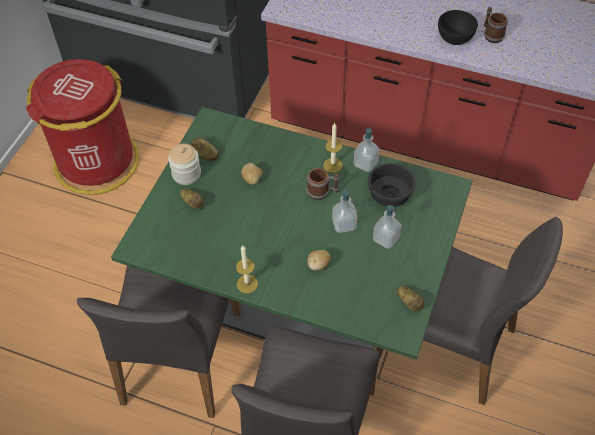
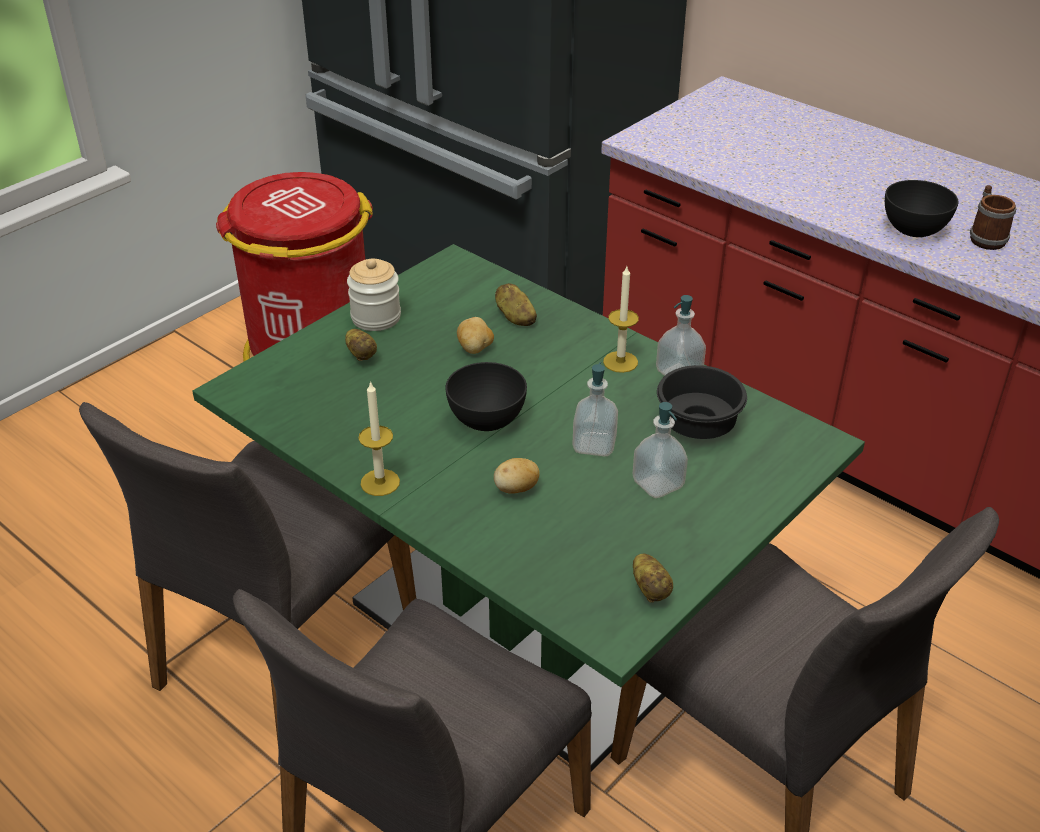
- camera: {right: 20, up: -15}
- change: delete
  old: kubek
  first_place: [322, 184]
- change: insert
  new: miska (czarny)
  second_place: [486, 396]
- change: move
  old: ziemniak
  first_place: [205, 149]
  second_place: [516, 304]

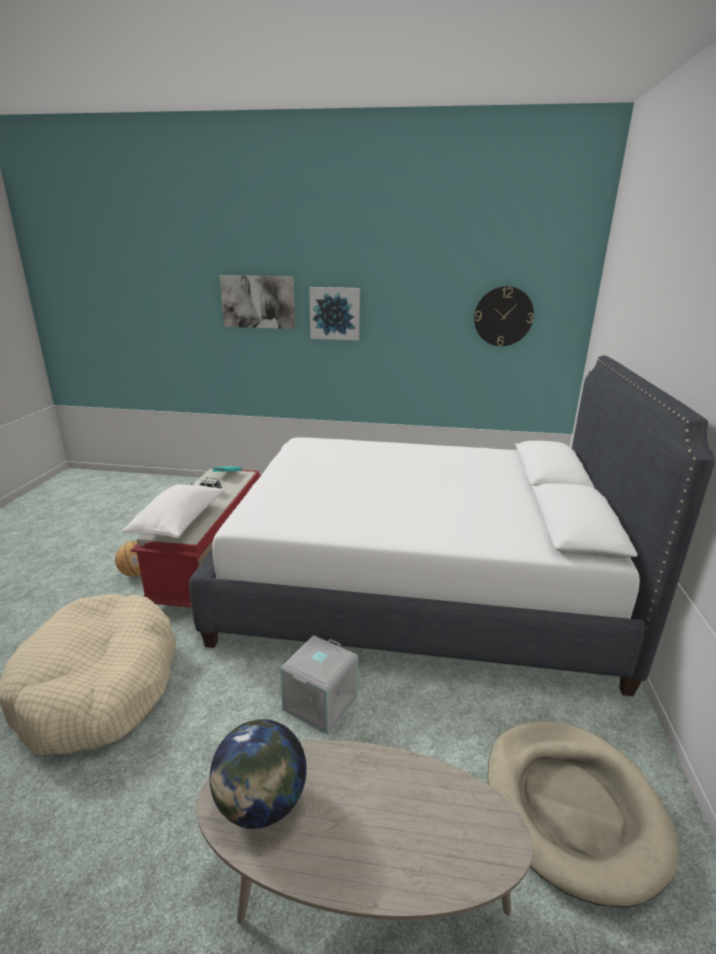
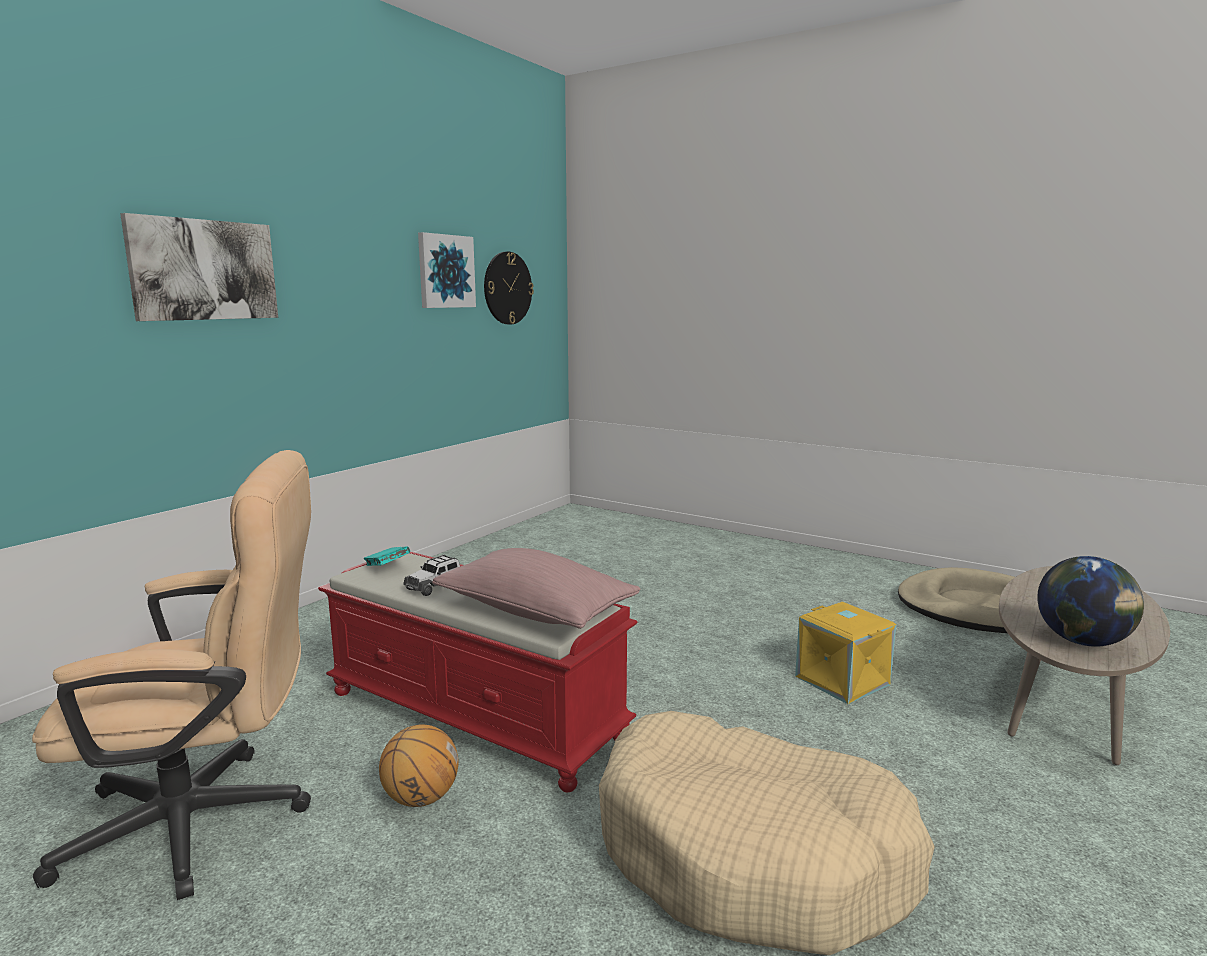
- camera: {right: -65, up: -10}
- change: delete
  old: łóżko (biały)
  first_place: [452, 525]
- change: insert
  new: krzesło biurowe (beżowy)
  second_place: [171, 675]
- change: move
  old: obraz
  first_place: [334, 313]
  second_place: [447, 270]
- change: recolor
  old: poduszka (biały)
  new: poduszka (różowy)
  first_place: [173, 511]
  second_place: [536, 588]
- change: recolor
  old: pojemnik do przechowywania (szary)
  new: pojemnik do przechowywania (żółty)
  first_place: [319, 685]
  second_place: [845, 653]

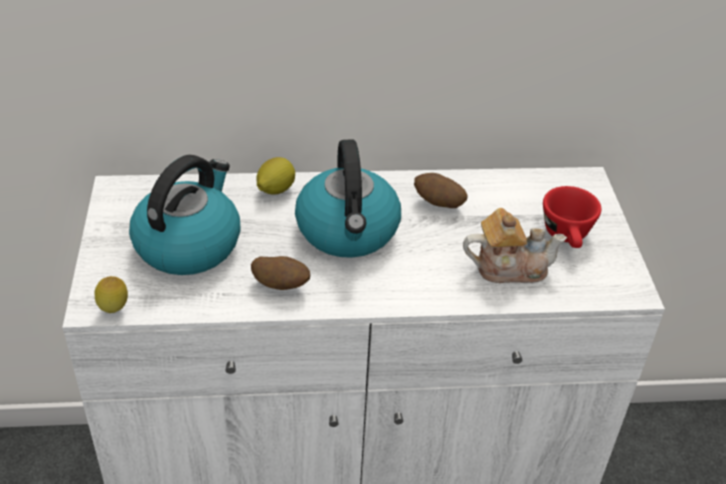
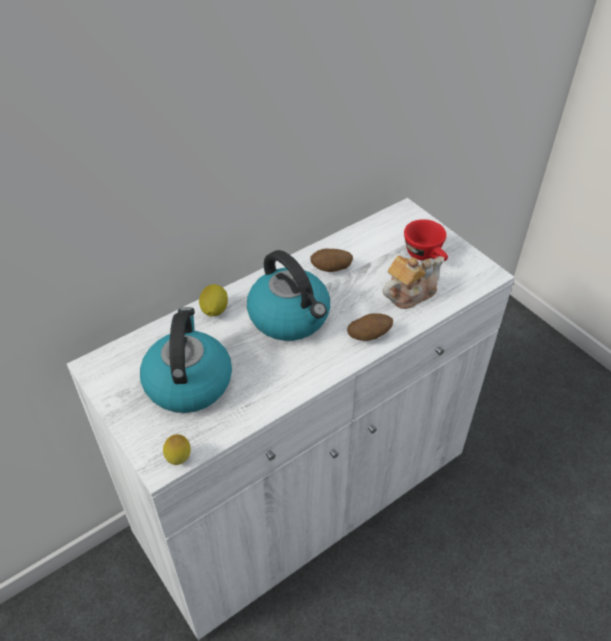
- camera: {right: -30, up: 5}
- change: move
  old: ziemniak
  first_place: [280, 273]
  second_place: [370, 327]

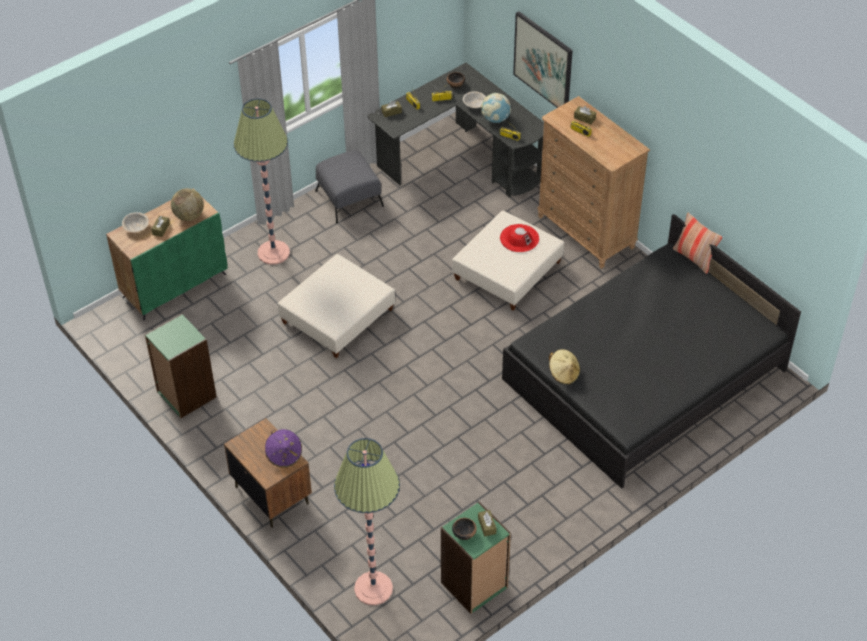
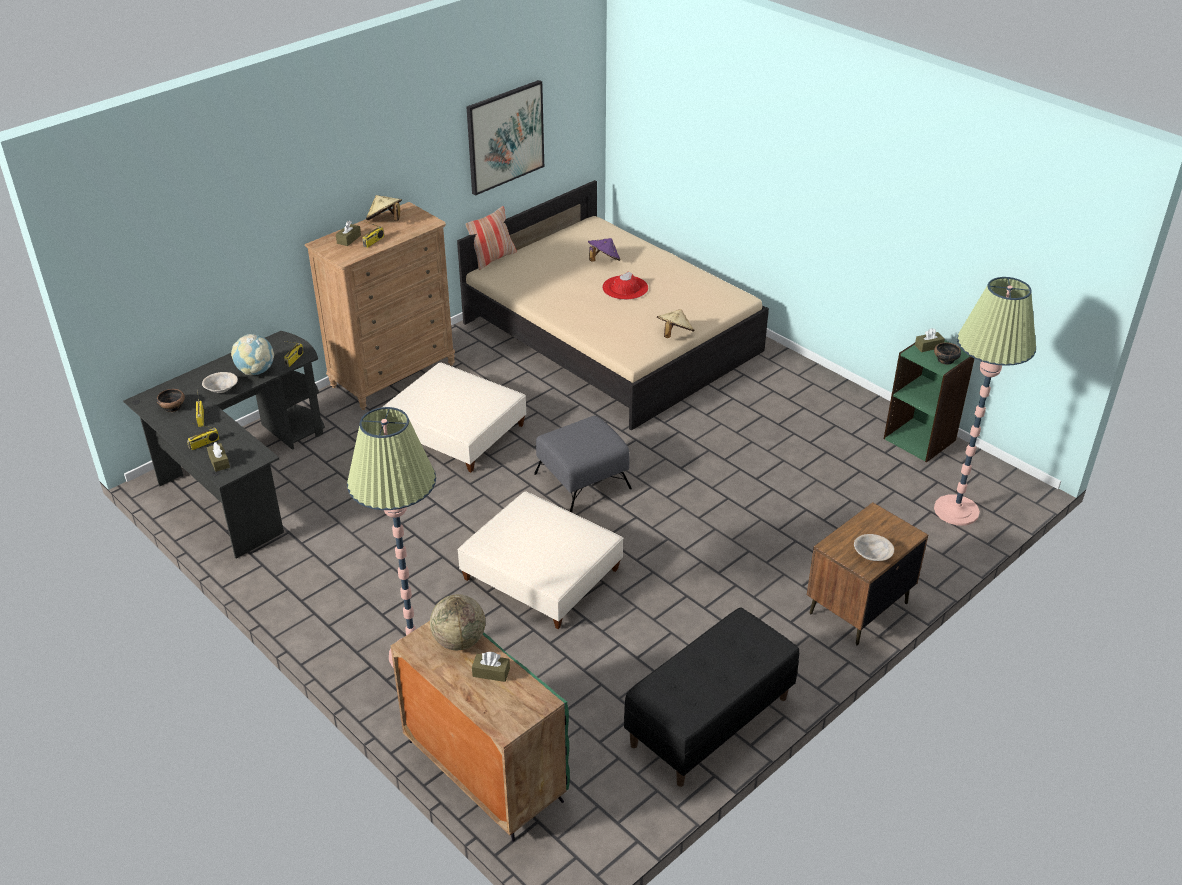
- camera: {right: -95, up: -10}
- change: insert
  new: kapelusz (beżowy)
  second_place: [384, 208]
- change: move
  old: miska (beżowy)
  first_place: [135, 222]
  second_place: [874, 547]
- change: move
  old: kapelusz (fioletowy)
  first_place: [283, 448]
  second_place: [604, 250]
- change: move
  old: pufa (szary)
  first_place: [349, 186]
  second_place: [583, 464]
- change: move
  old: kapelusz (czerwony)
  first_place: [519, 238]
  second_place: [625, 286]
- change: move
  old: obraz
  first_place: [543, 59]
  second_place: [505, 138]
- change: replace
  old: regał (zielony)
  new: ławka (czarny)
  first_place: [181, 365]
  second_place: [711, 697]
- change: recolor
  old: łóżko (czarny)
  new: łóżko (beżowy)
  first_place: [651, 351]
  second_place: [613, 305]

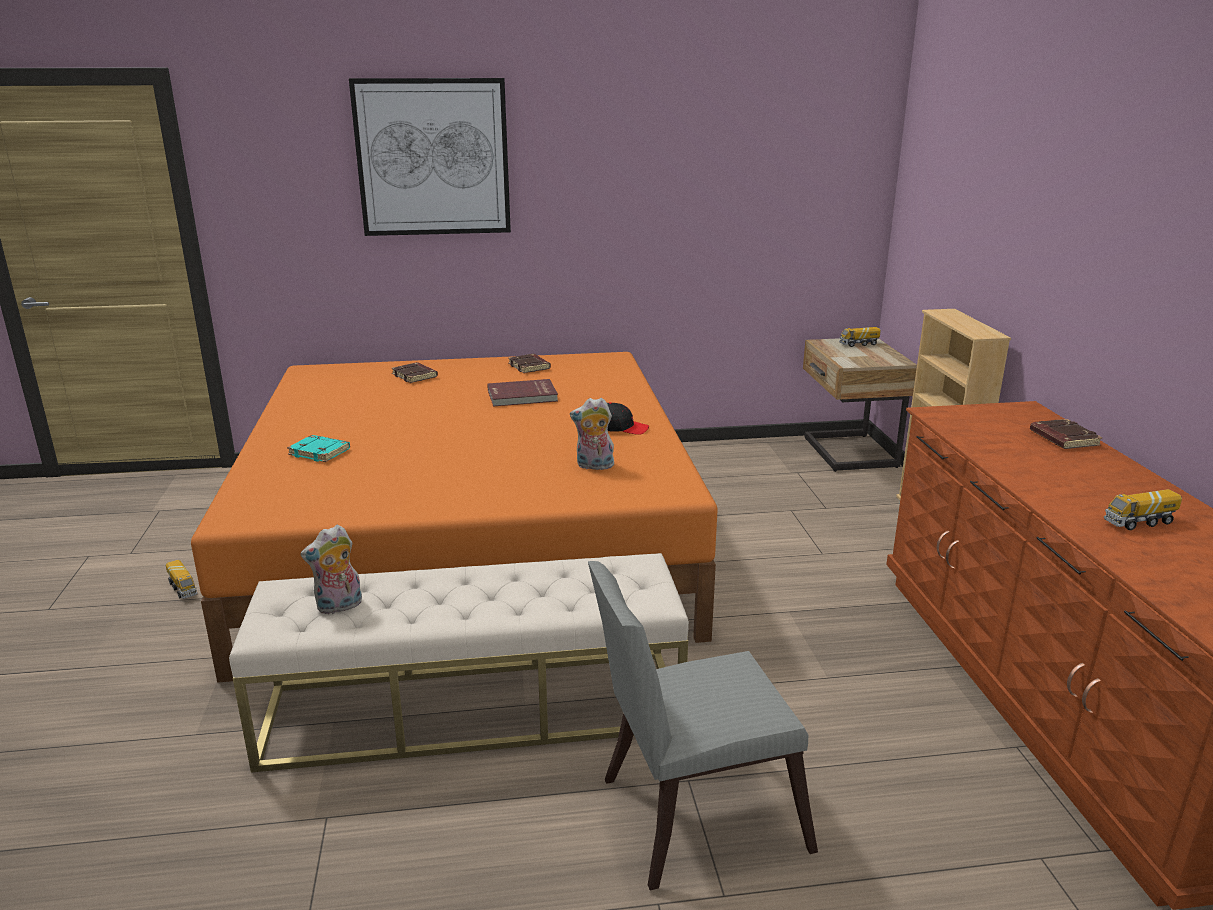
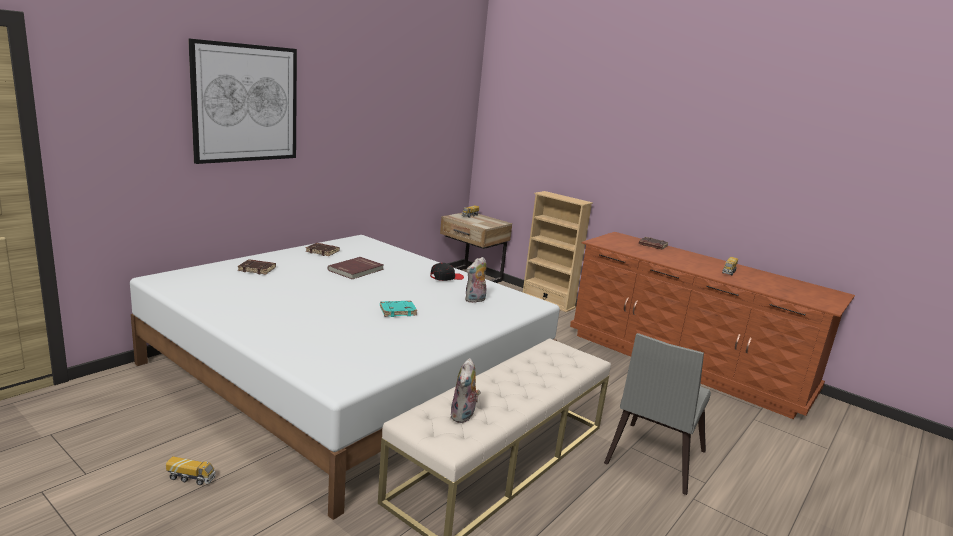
- camera: {right: -45, up: -5}
- change: move
  old: książka (turkusowy)
  first_place: [318, 448]
  second_place: [398, 309]
- change: recolor
  old: łóżko (pomarańczowy)
  new: łóżko (biały)
  first_place: [454, 517]
  second_place: [345, 377]

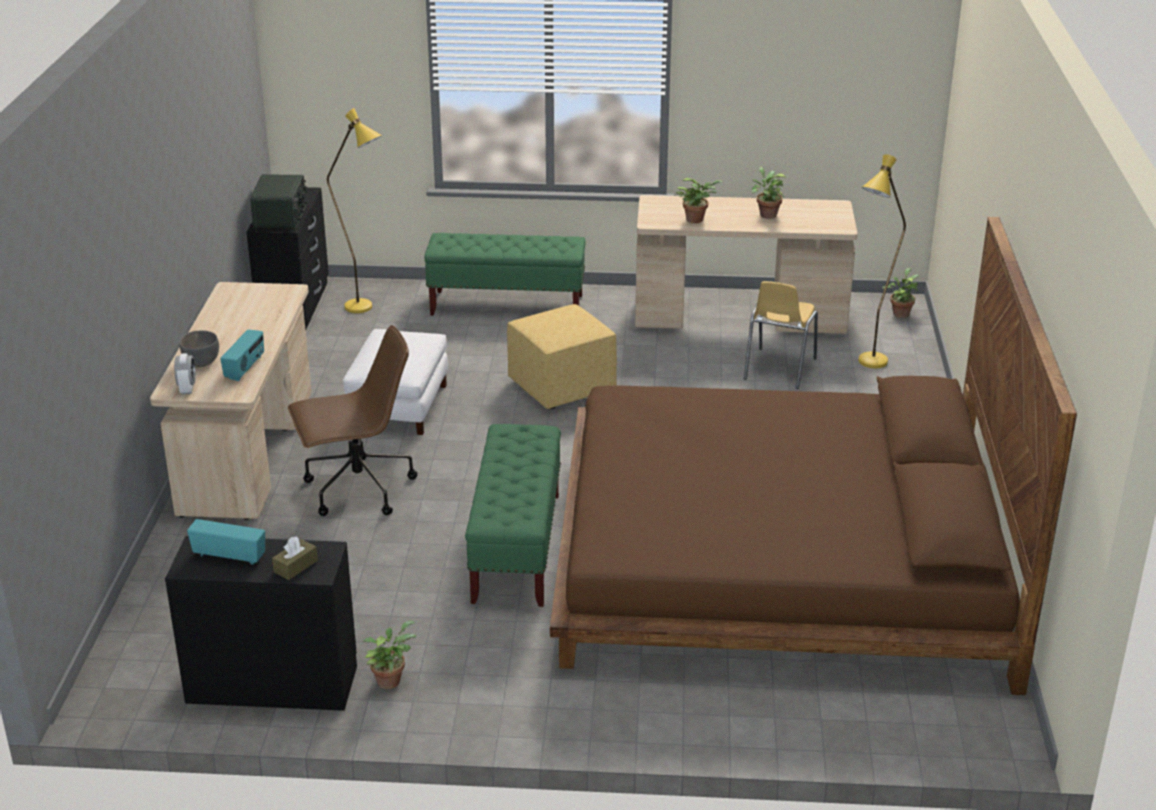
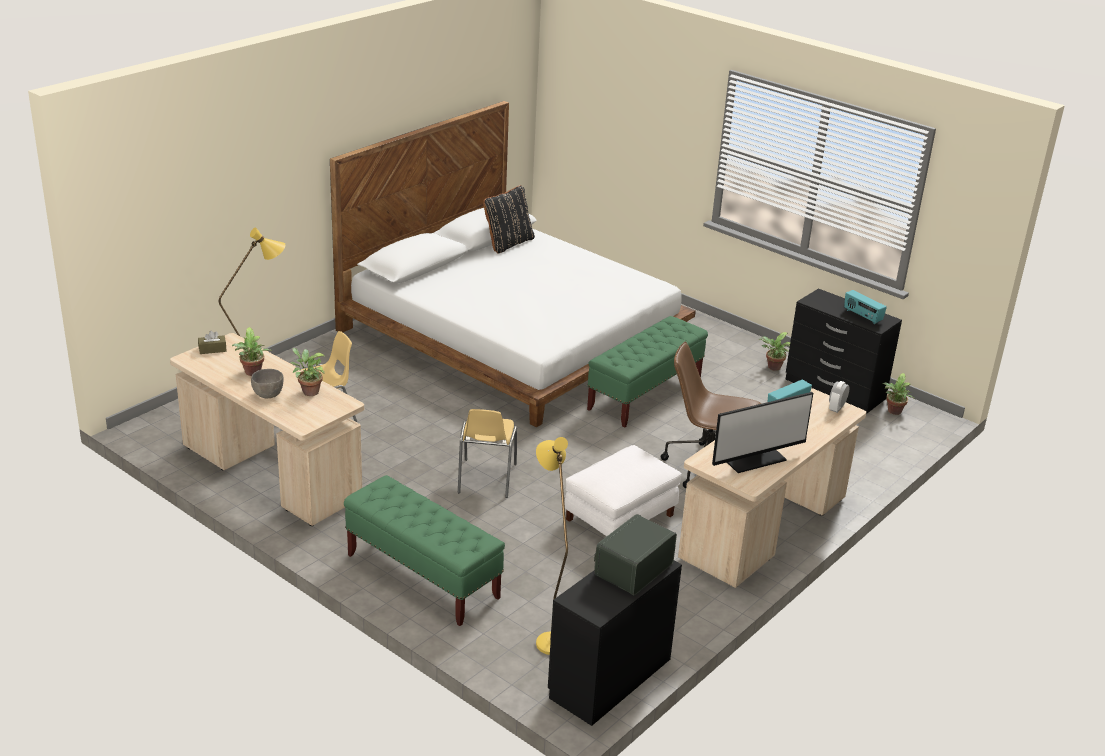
- camera: {right: -145, up: 0}
- change: insert
  new: poduszka (czarny)
  second_place: [509, 219]
- change: insert
  new: monitor
  second_place: [762, 432]
- change: move
  old: miska (szary)
  first_place: [199, 348]
  second_place: [267, 383]
- change: move
  old: pudełko chusteczek (brązowy)
  first_place: [295, 558]
  second_place: [212, 342]
- change: move
  old: roślina doniczkowa
  first_place: [900, 293]
  second_place: [899, 394]
- change: replace
  old: pufa (żółty)
  new: krzesło (żółty)
  first_place: [562, 356]
  second_place: [487, 453]
- change: recolor
  old: łóżko (brązowy)
  new: łóżko (biały)
  first_place: [813, 456]
  second_place: [513, 264]

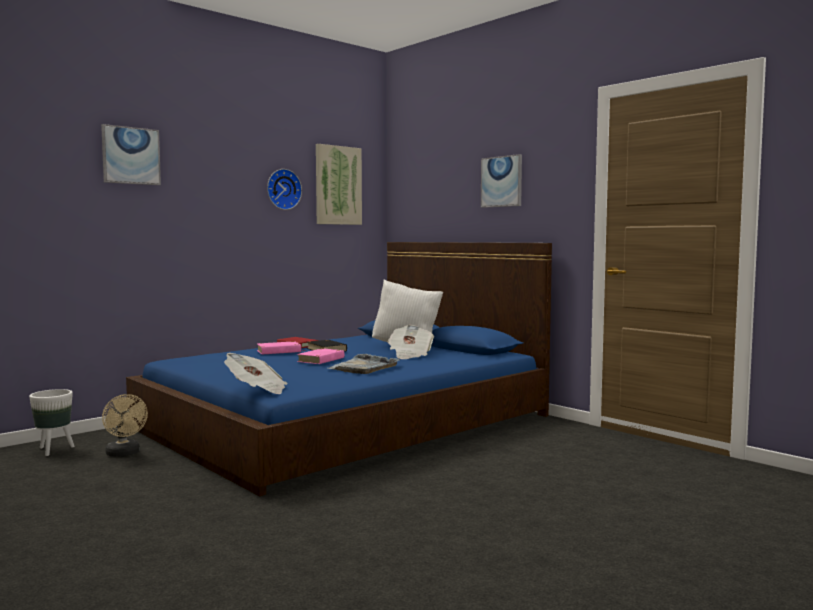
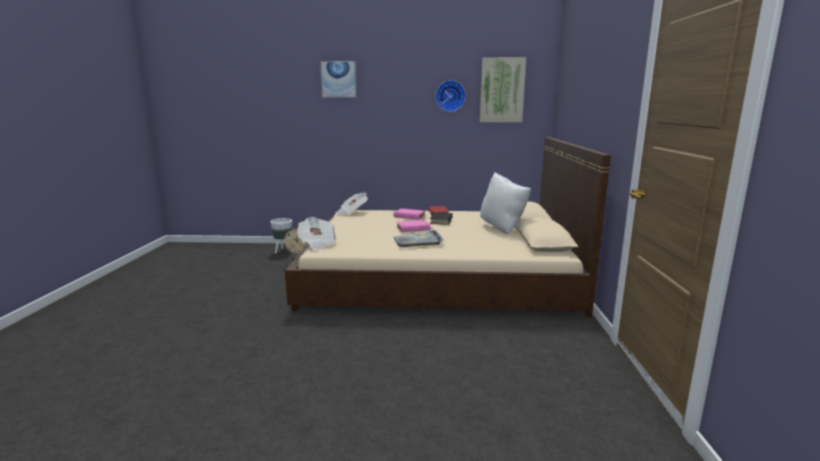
- camera: {right: 45, up: 10}
- change: delete
  old: obraz
  first_place: [501, 181]
- change: move
  old: gazeta
  first_place: [410, 342]
  second_place: [352, 203]
- change: recolor
  old: łóżko (niebieski)
  new: łóżko (beżowy)
  first_place: [339, 369]
  second_place: [448, 227]

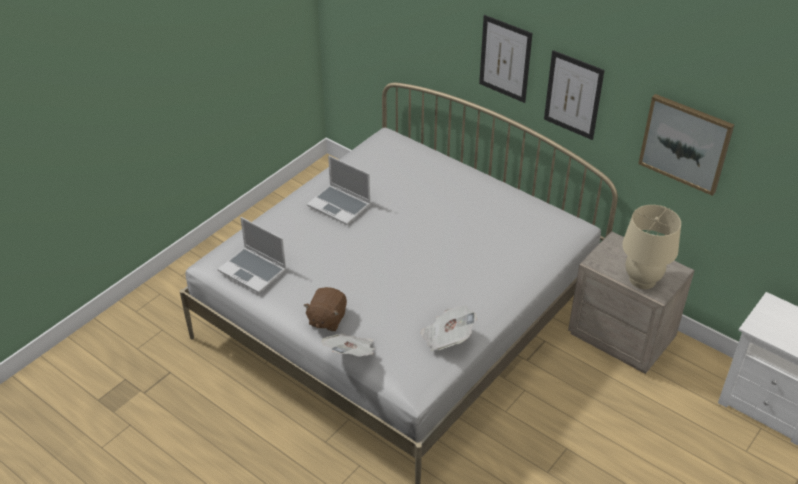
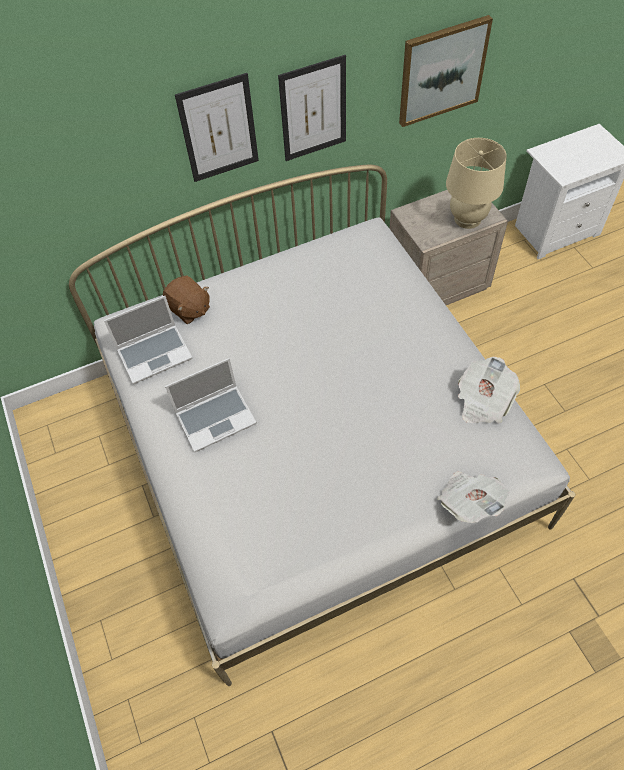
- camera: {right: -60, up: 15}
- change: move
  old: laptop
  first_place: [252, 255]
  second_place: [148, 340]
- change: move
  old: pluszak (brązowy)
  first_place: [325, 309]
  second_place: [186, 300]

